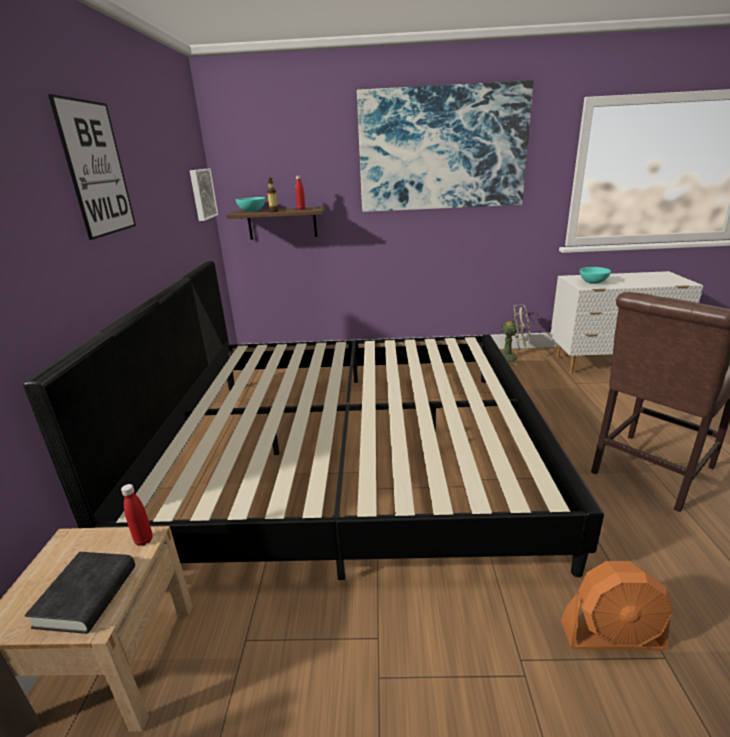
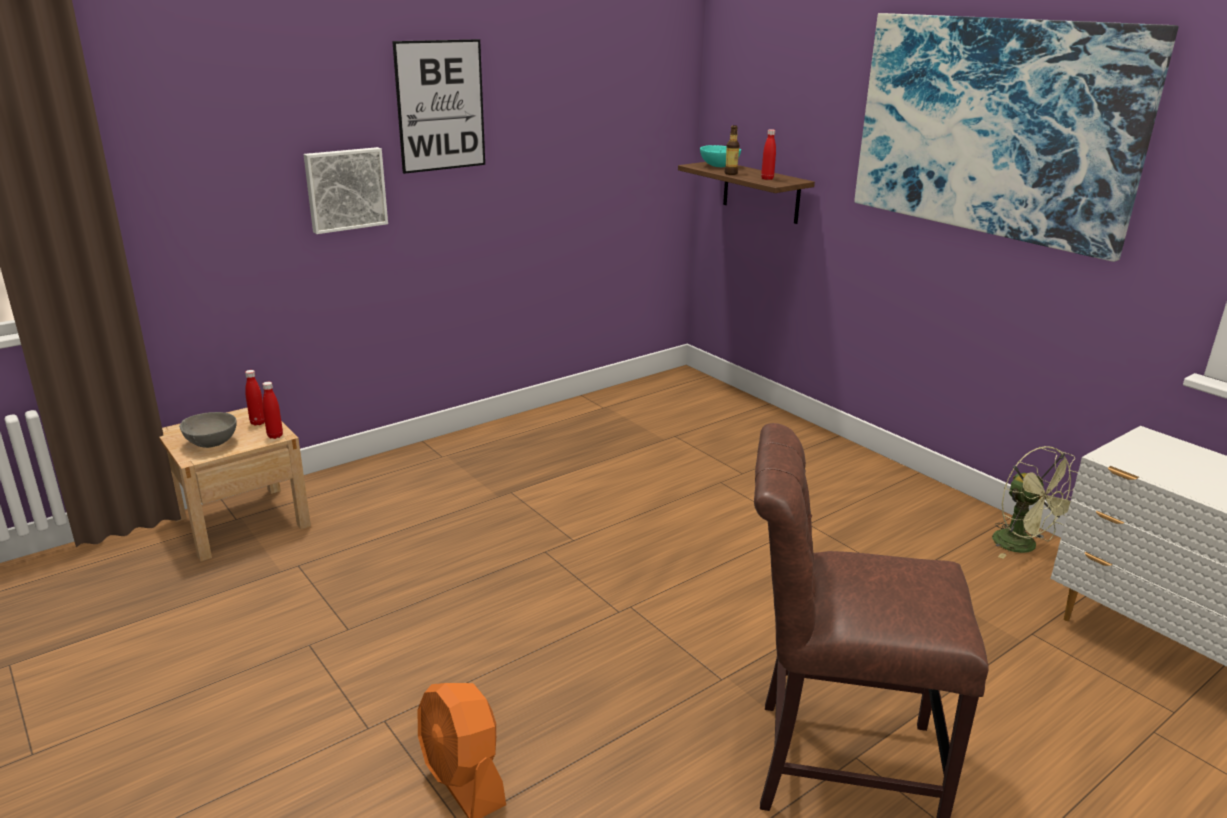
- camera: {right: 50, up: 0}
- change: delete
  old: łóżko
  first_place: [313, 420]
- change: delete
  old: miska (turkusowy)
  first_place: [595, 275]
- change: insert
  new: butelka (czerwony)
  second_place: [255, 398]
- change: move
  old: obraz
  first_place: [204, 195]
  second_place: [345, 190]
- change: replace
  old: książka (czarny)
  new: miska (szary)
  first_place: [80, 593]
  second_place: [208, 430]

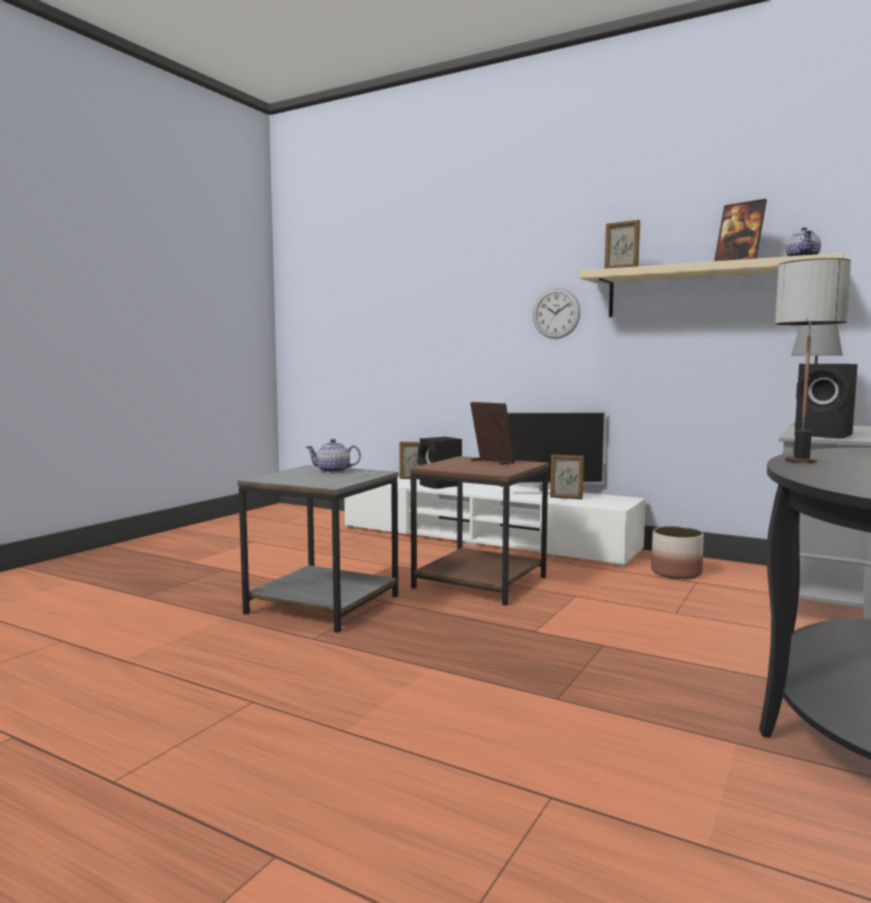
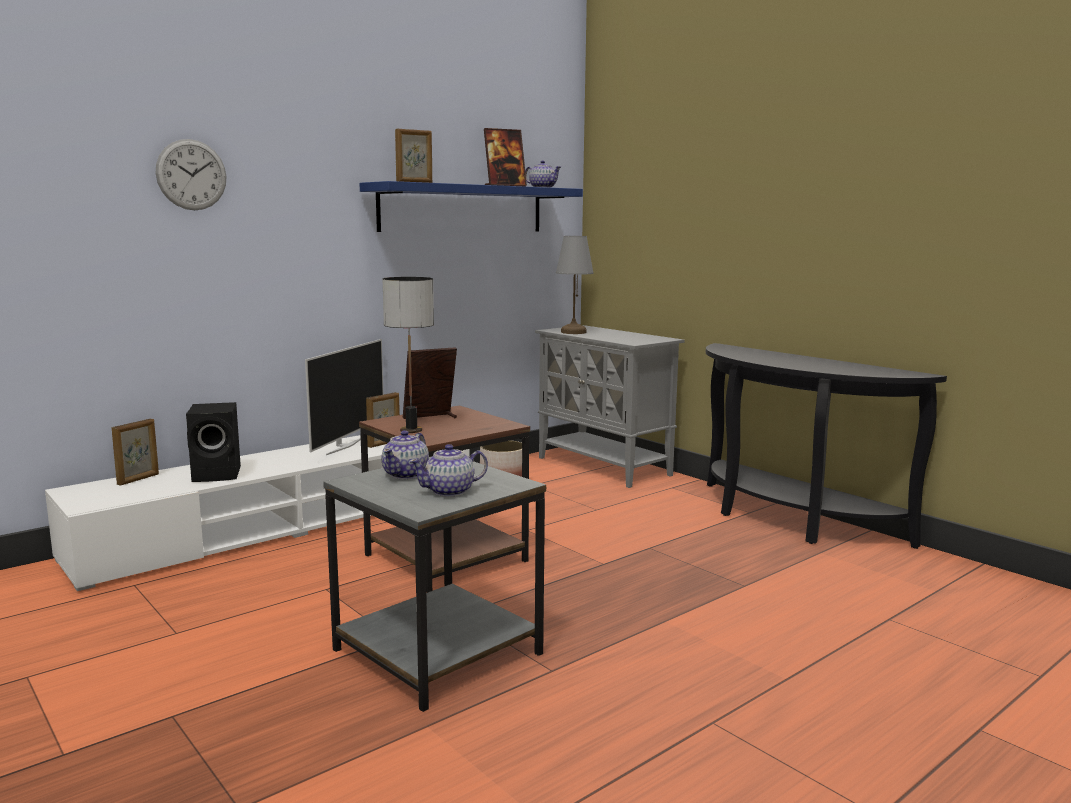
- camera: {right: -70, up: 5}
- change: delete
  old: głośnik (czarny)
  first_place: [826, 401]
- change: insert
  new: imbryk
  second_place: [448, 470]
- change: move
  old: zegar ścienny
  first_place: [557, 313]
  second_place: [191, 174]
- change: move
  old: lampa stołowa
  first_place: [813, 360]
  second_place: [408, 355]
- change: recolor
  old: półka (beżowy)
  new: półka (niebieski)
  first_place: [712, 285]
  second_place: [471, 206]

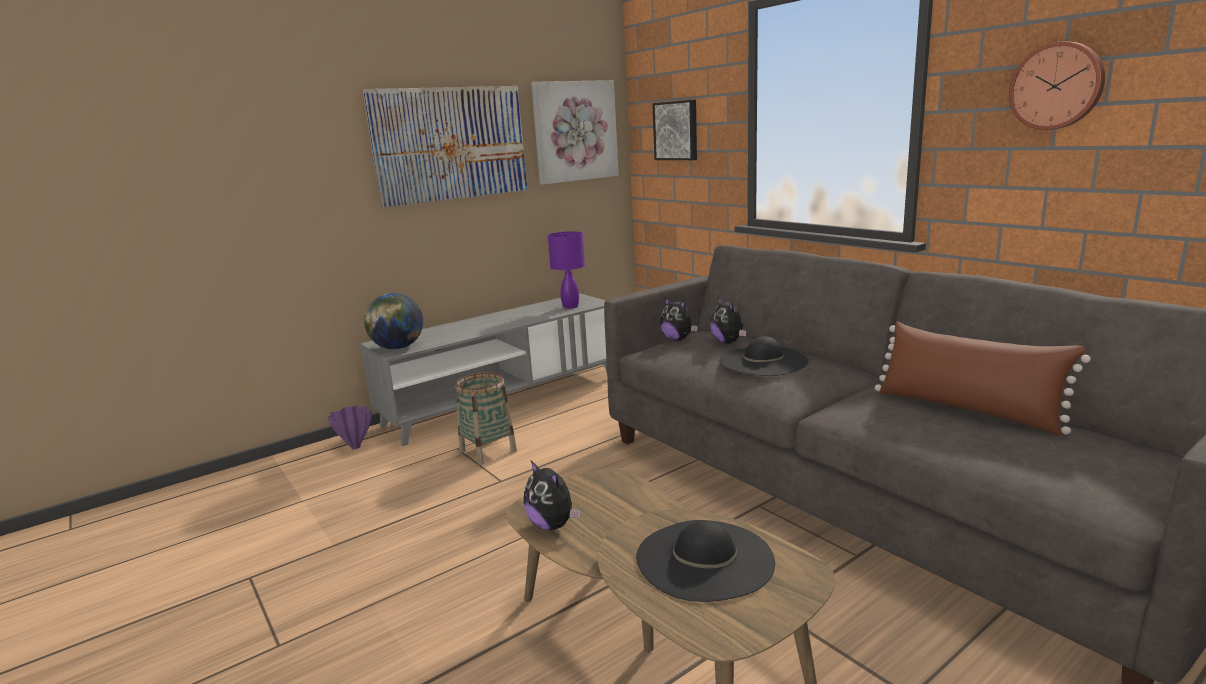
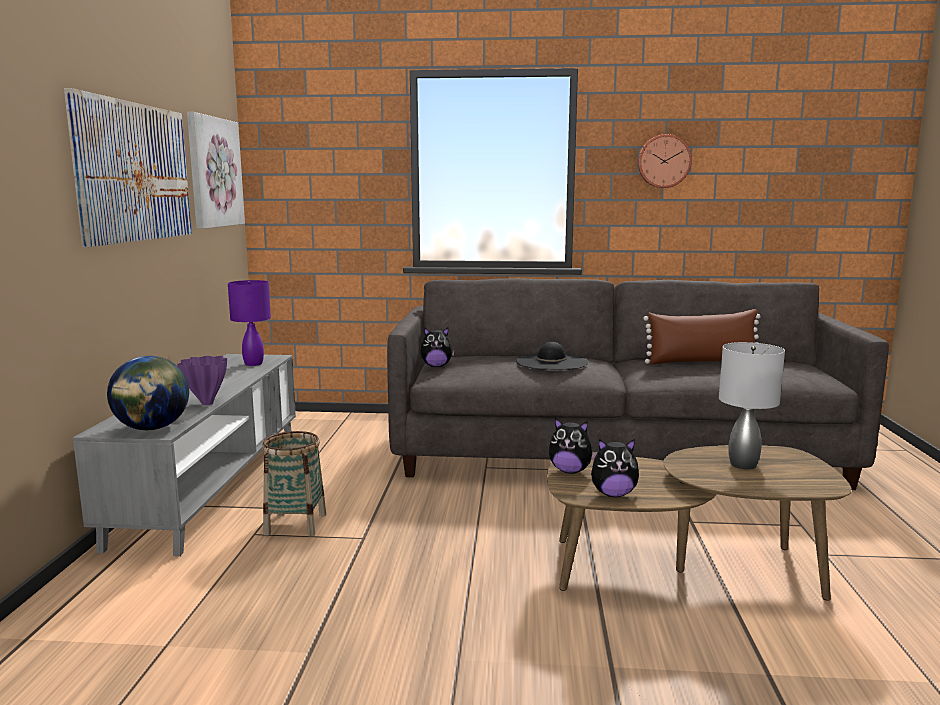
- camera: {right: -50, up: -5}
- change: delete
  old: obraz
  first_place: [674, 130]
- change: move
  old: wazon (fioletowy)
  first_place: [349, 427]
  second_place: [202, 380]
- change: move
  old: pluszak
  first_place: [728, 320]
  second_place: [573, 446]
- change: replace
  old: kapelusz (czarny)
  new: lampa stołowa (szary)
  first_place: [705, 561]
  second_place: [752, 405]

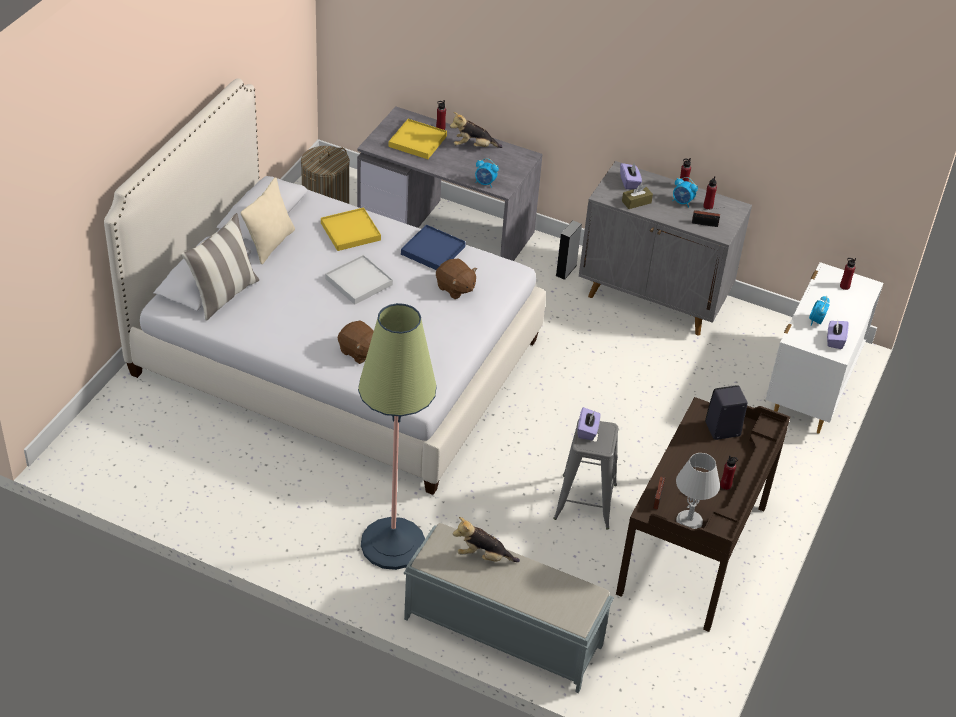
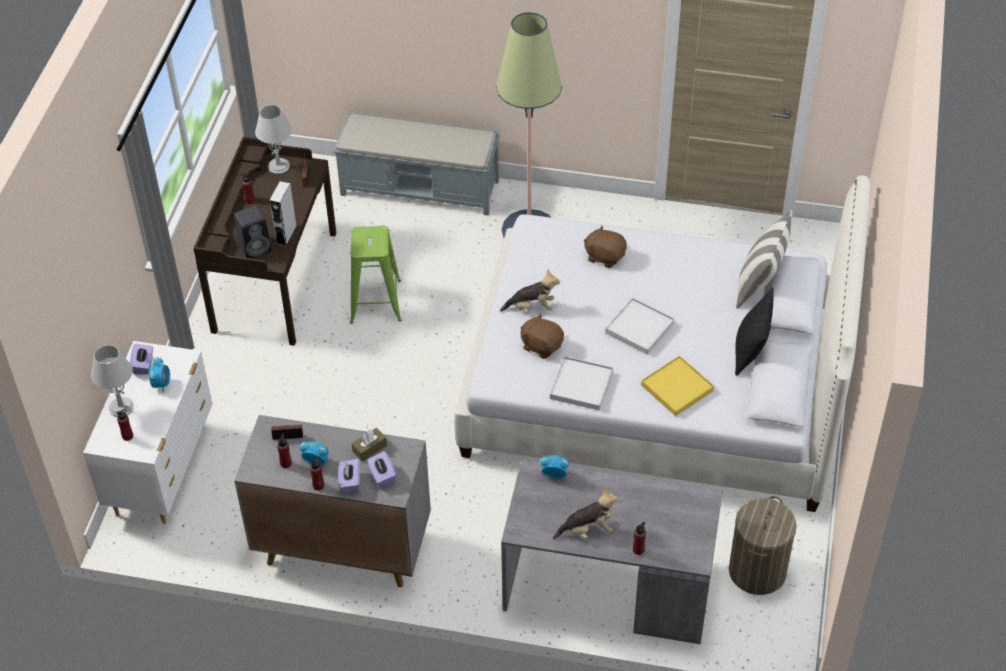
- camera: {right: 170, up: 5}
- change: delete
  old: taca (żółty)
  first_place: [418, 139]
- change: insert
  new: lampa stołowa (szary)
  second_place: [112, 381]
- change: move
  old: pluszak
  first_place: [486, 539]
  second_place: [530, 292]
- change: move
  old: głośnik (szary)
  first_place: [569, 250]
  second_place: [283, 213]
- change: move
  old: pudełko chusteczek (fioletowy)
  first_place: [589, 423]
  second_place: [349, 476]
- change: recolor
  old: poduszka (beżowy)
  new: poduszka (czarny)
  first_place: [268, 220]
  second_place: [754, 331]
- change: recolor
  old: taca (niebieski)
  new: taca (biały)
  first_place: [433, 247]
  second_place: [581, 383]
- change: recolor
  old: stołek (szary)
  new: stołek (zielony)
  first_place: [585, 474]
  second_place: [376, 275]

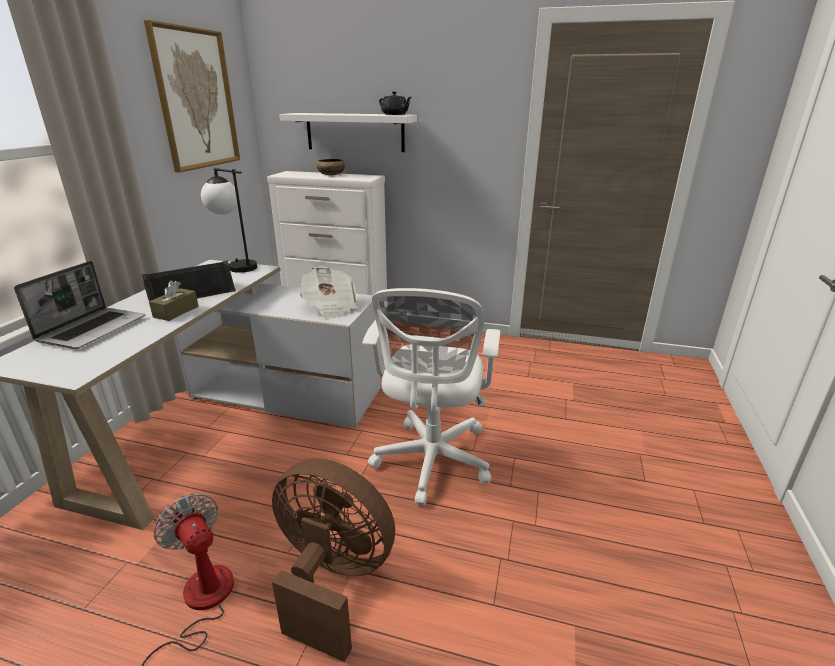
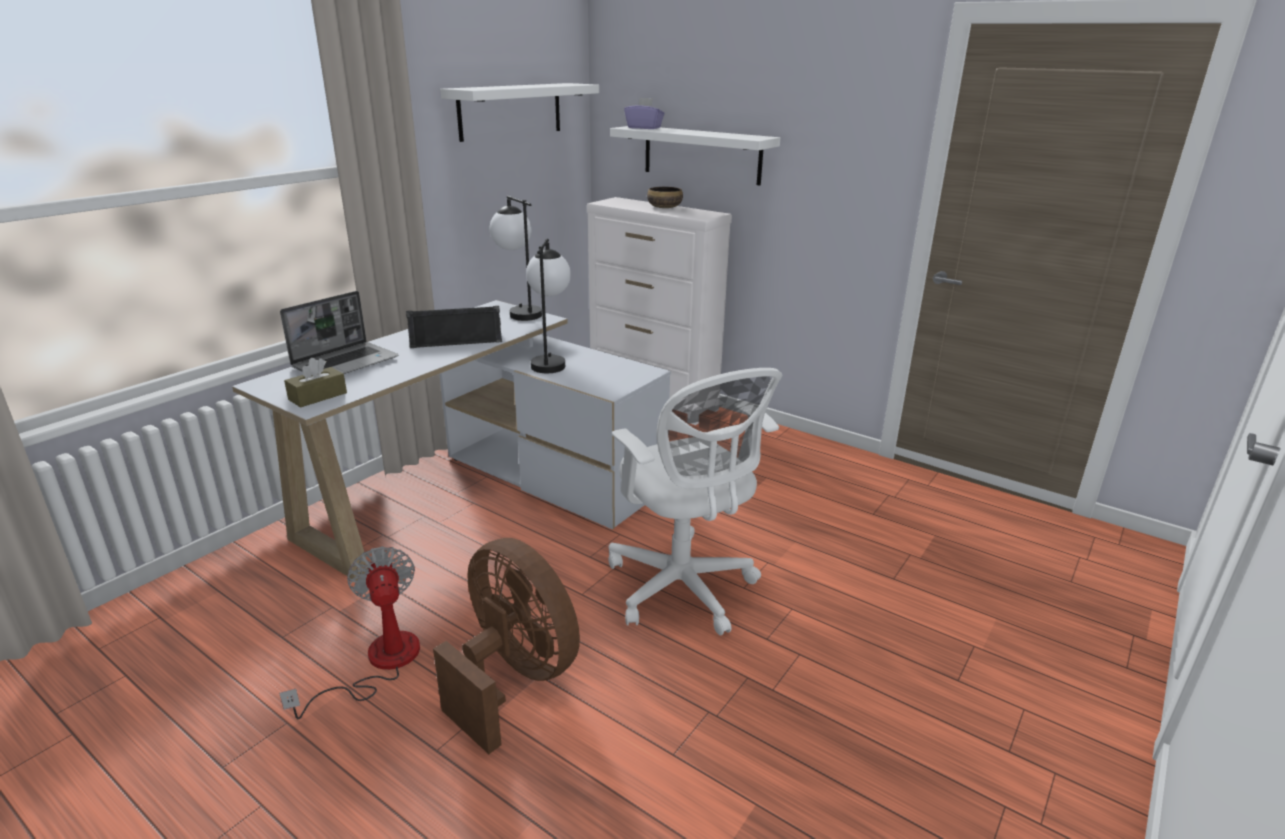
- camera: {right: 20, up: 0}
- change: delete
  old: gazeta
  first_place: [328, 292]
- change: delete
  old: imbryk (czarny)
  first_place: [395, 103]
- change: insert
  new: lampa stołowa
  second_place: [548, 306]
- change: insert
  new: pudełko chusteczek (fioletowy)
  second_place: [644, 113]
- change: move
  old: pudełko chusteczek (brązowy)
  first_place: [173, 300]
  second_place: [315, 383]
- change: replace
  old: obraz
  new: półka (biały)
  first_place: [192, 96]
  second_place: [519, 112]
- change: rotate
  old: krzesło biurowe (biały)
  first_place: [431, 397]
  second_place: [695, 501]
  degrees: -60

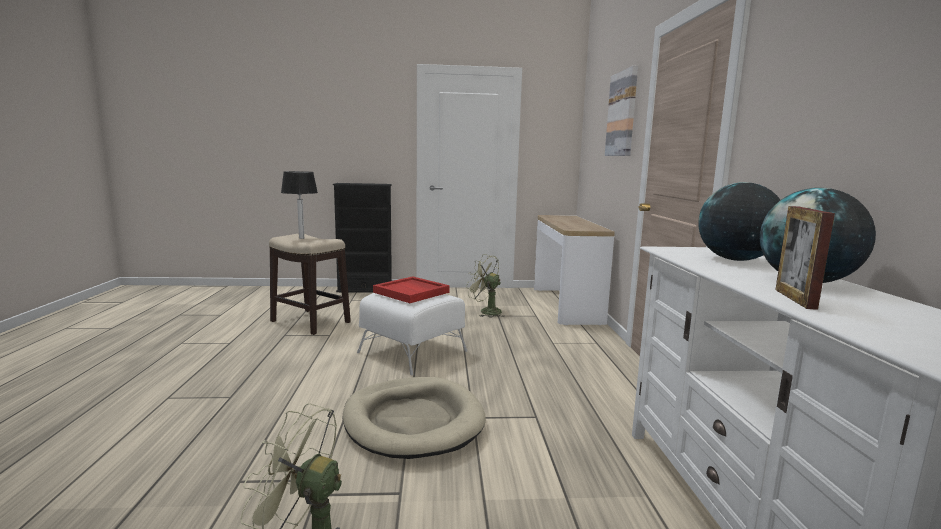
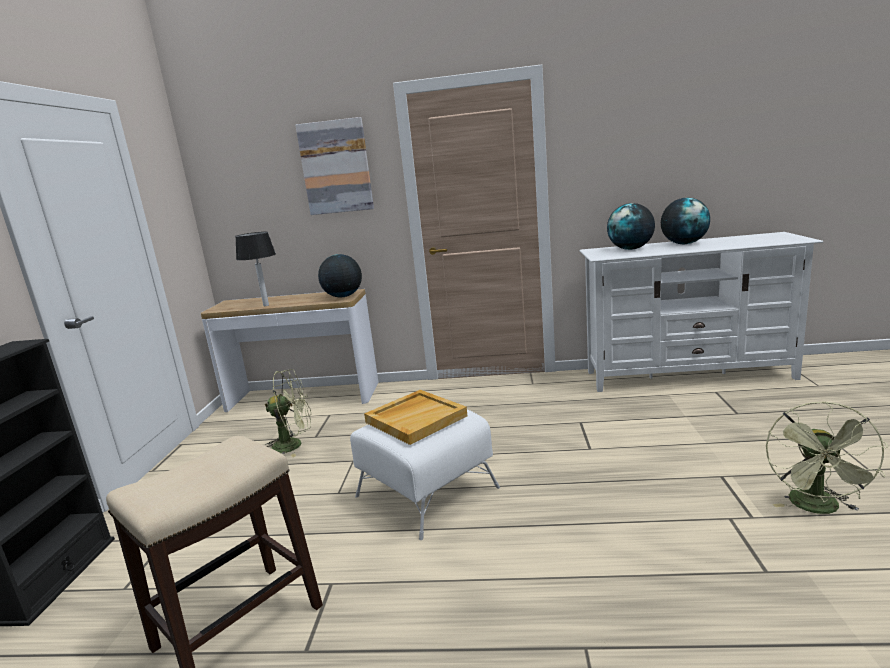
- camera: {right: -80, up: 5}
- change: delete
  old: legowisko (beżowy)
  first_place: [414, 418]
- change: delete
  old: ramka na zdjęcie
  first_place: [805, 258]
- change: insert
  new: globus
  second_place: [340, 275]
- change: move
  old: lampa stołowa
  first_place: [299, 205]
  second_place: [255, 269]
- change: recolor
  old: taca (czerwony)
  new: taca (beżowy)
  first_place: [411, 289]
  second_place: [415, 417]
- change: rotate
  old: wentylator (zielony)
  first_place: [485, 286]
  second_place: [287, 413]
  degrees: -135

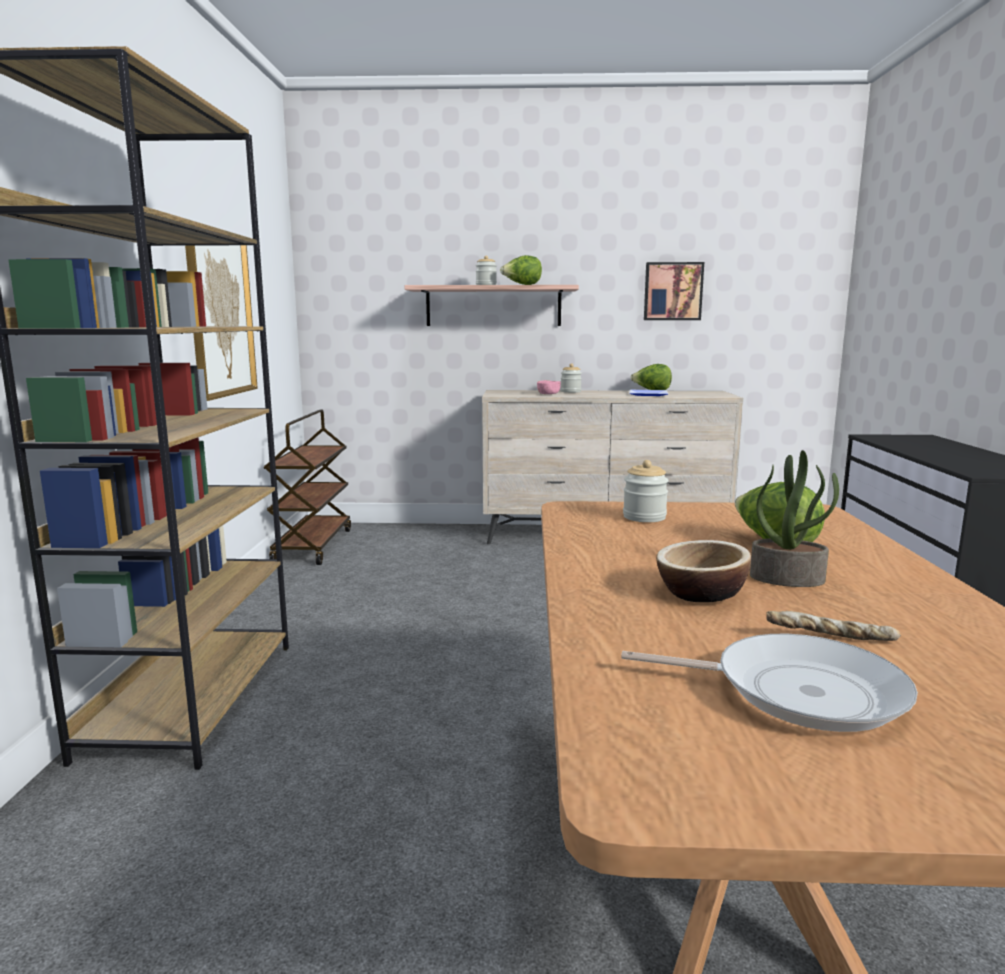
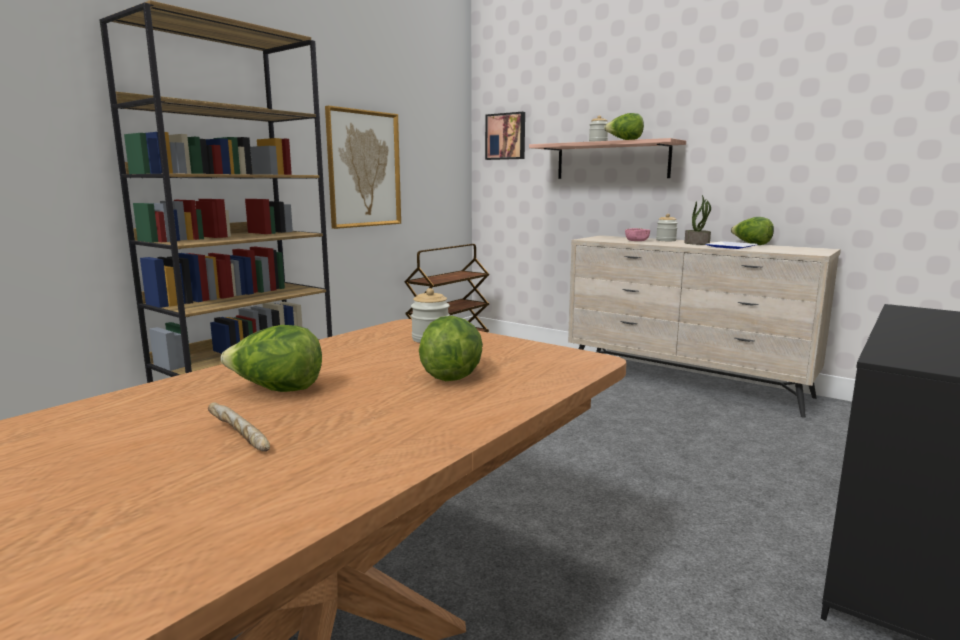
- camera: {right: 35, up: 0}
- change: delete
  old: patelnia
  first_place: [769, 683]
- change: move
  old: obraz
  first_place: [674, 291]
  second_place: [505, 136]
- change: move
  old: roślina doniczkowa
  first_place: [794, 518]
  second_place: [697, 220]
- change: replace
  old: miska
  new: sałata
  first_place: [703, 571]
  second_place: [271, 358]

